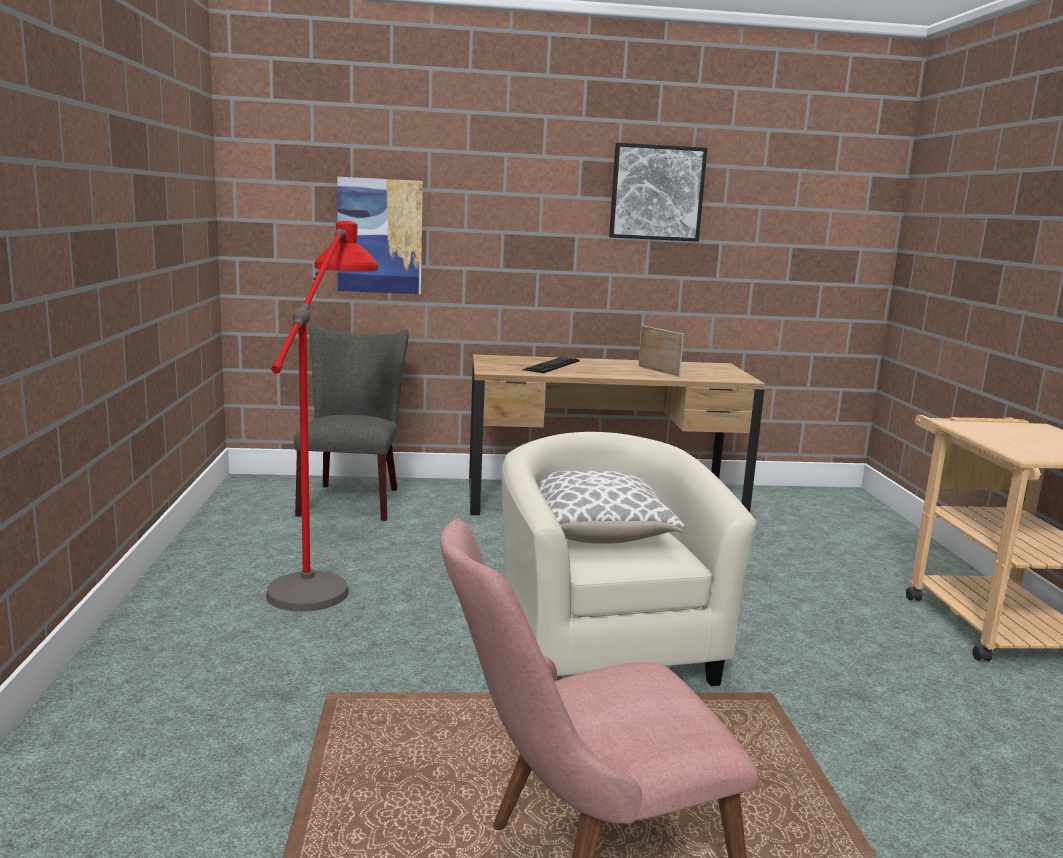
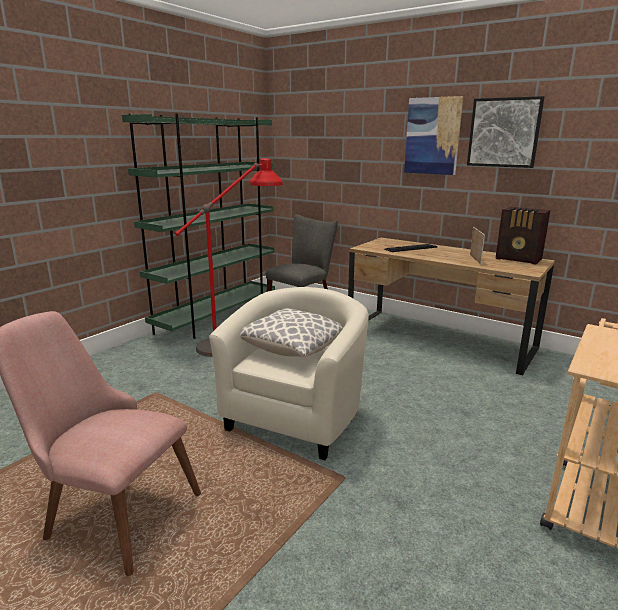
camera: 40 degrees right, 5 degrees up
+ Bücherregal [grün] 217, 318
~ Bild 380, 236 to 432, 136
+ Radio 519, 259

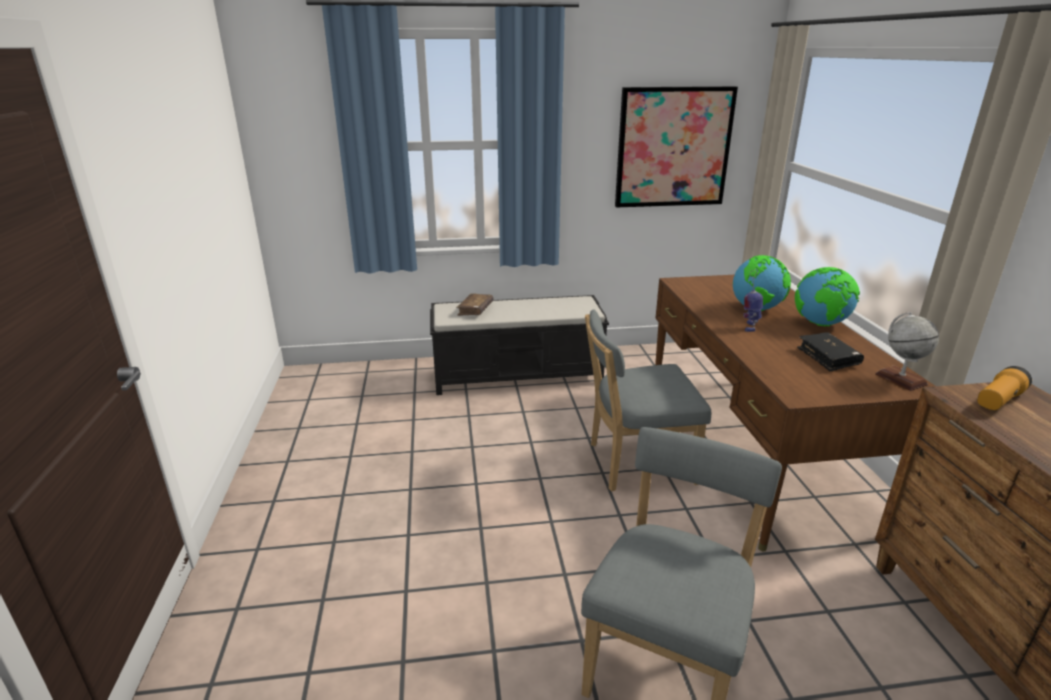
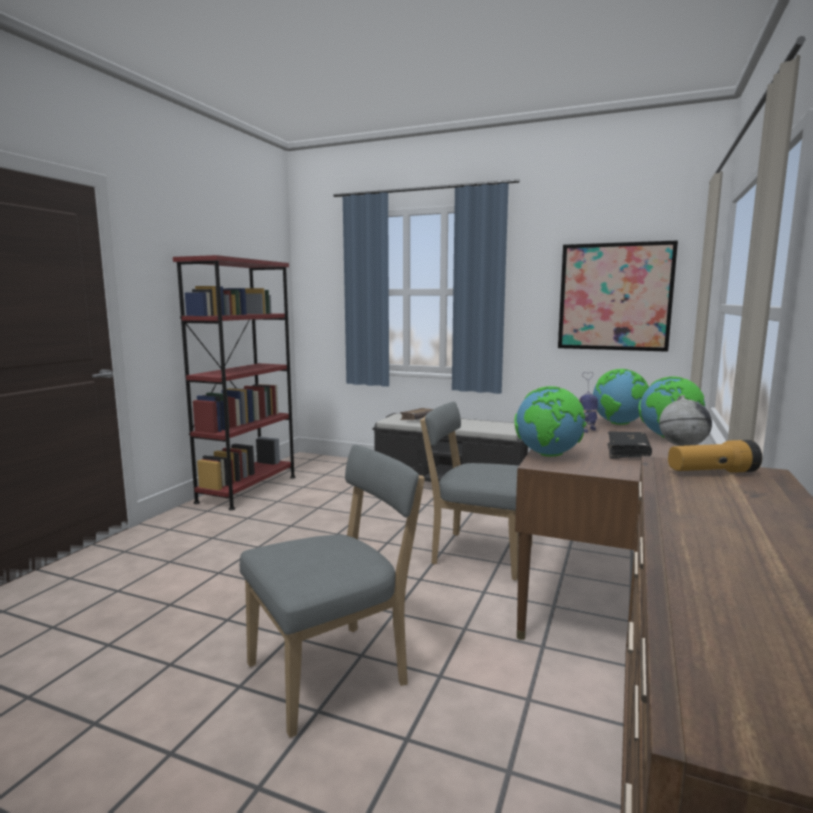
camera: 30 degrees right, 15 degrees down
+ Bücherregal [rot] 248, 489
+ Globus 548, 455

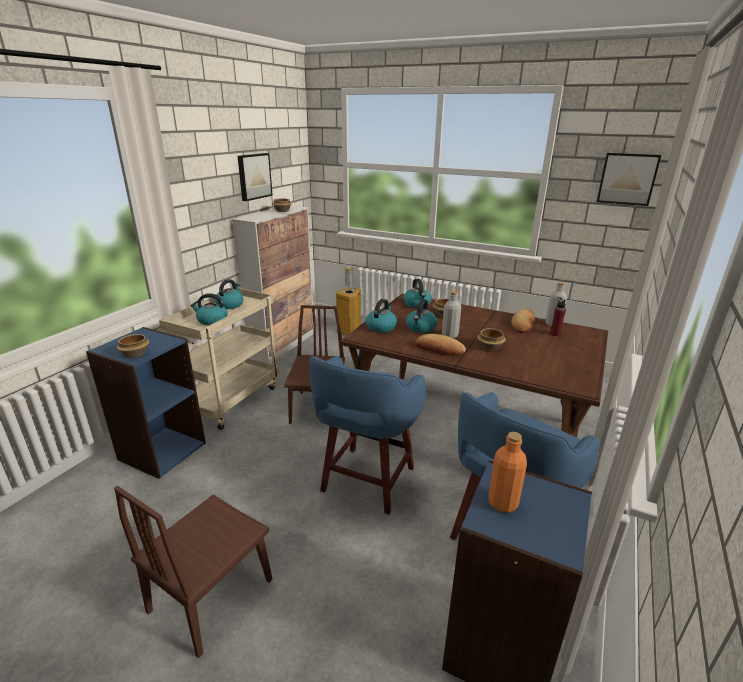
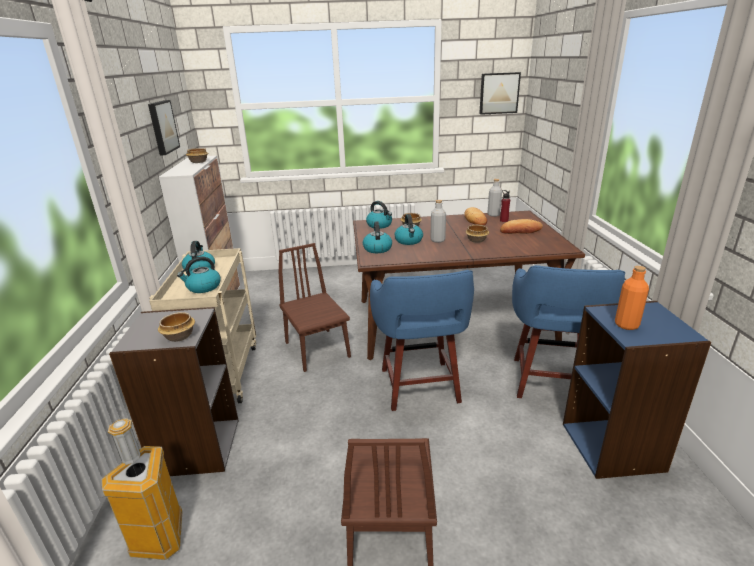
camera: 30 degrees left, 0 degrees up
~ Mülleimer 350, 331 to 161, 537
~ Bücherregal [blau] 162, 451 to Bücherregal [grau] 197, 447
~ Brot 439, 349 to 520, 231

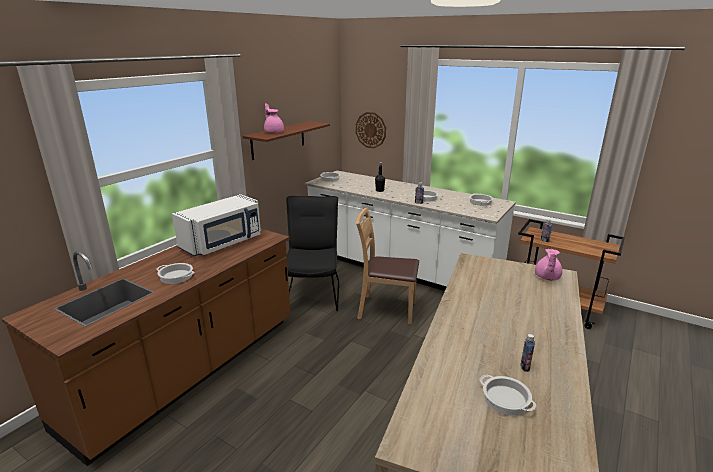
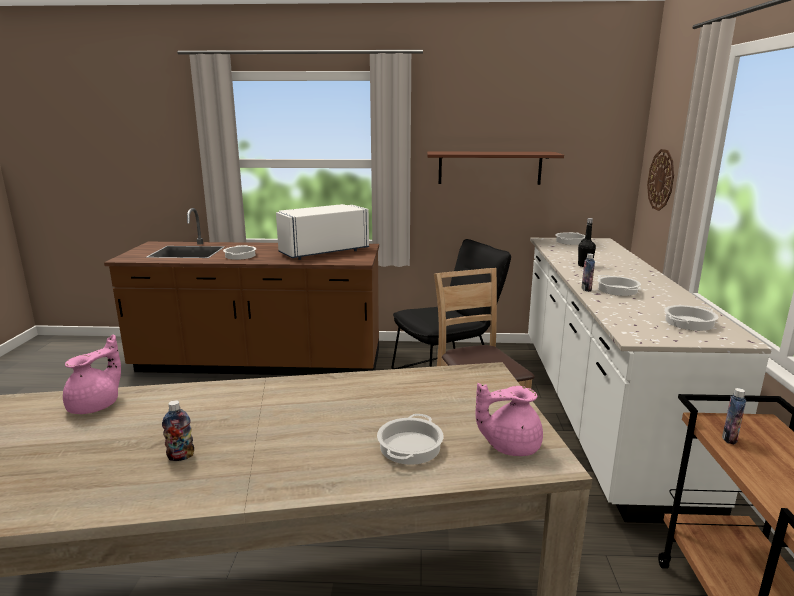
camera: 60 degrees right, 5 degrees down
~ Teekanne [rosa] 274, 132 to 96, 405
~ Mikrowelle [weiß] 223, 243 = 322, 251 135 degrees clockwise
~ Kochtopf 506, 399 to 410, 447

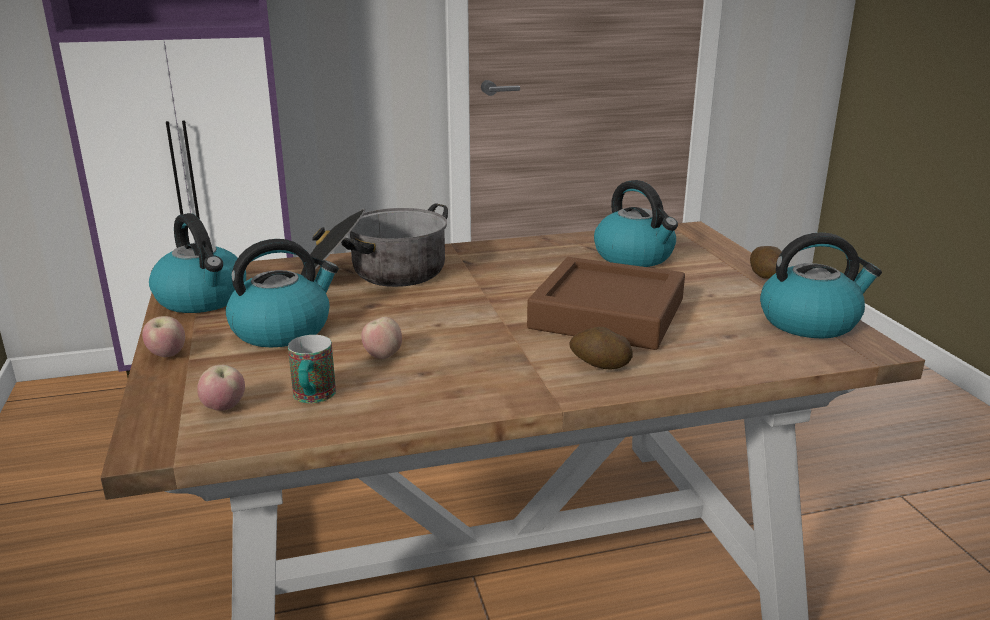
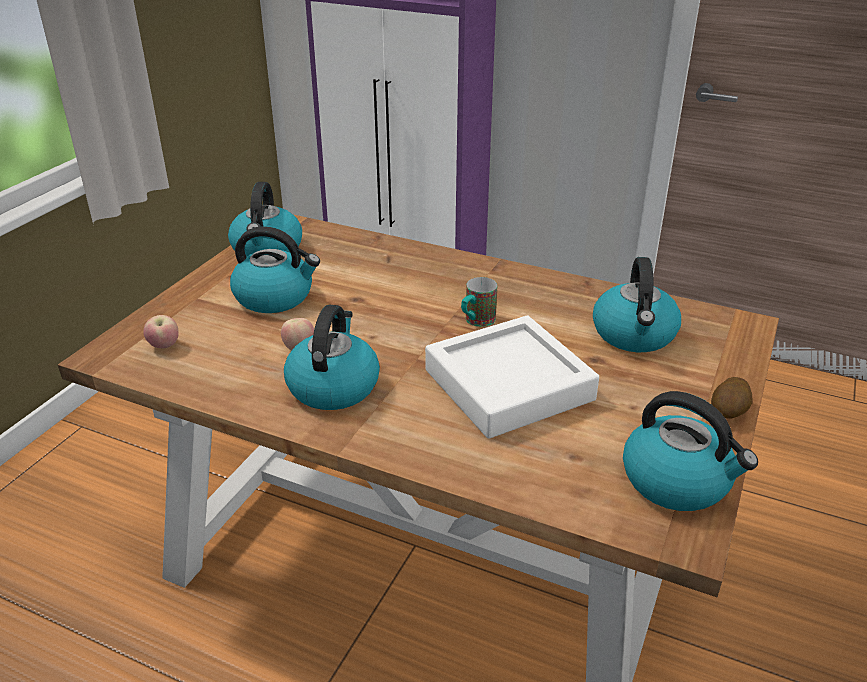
camera: 40 degrees right, 10 degrees up
+ Wasserkessel 333, 386
~ Tablett [braun] 607, 314 to Tablett [weiß] 508, 385
~ Henkelbecher 312, 398 to 476, 322
- Apfel 167, 355
- Kochtopf 376, 274
- Kartoffel 599, 365

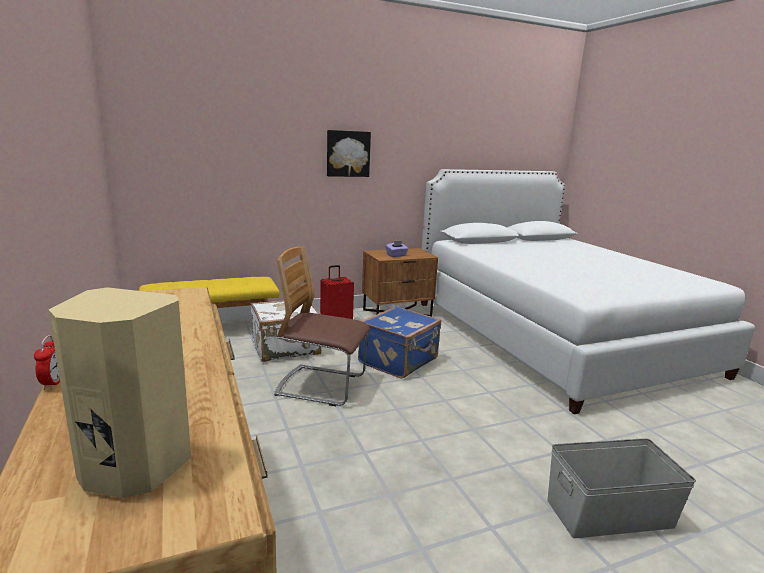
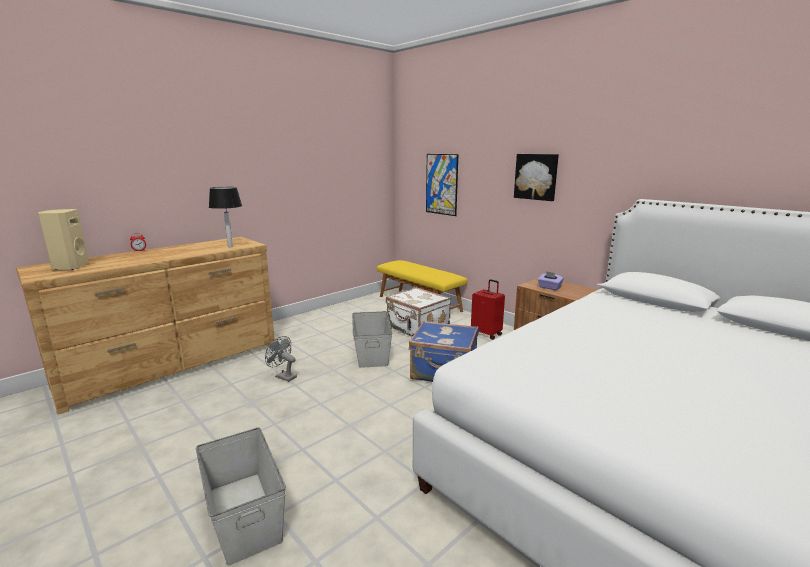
camera: 70 degrees right, 0 degrees up
+ Tischlampe 230, 246
+ Ventilator [grau] 283, 376
~ Stuhl 321, 386 to Aufbewahrungsbox [grau] 372, 352
+ Bild 441, 184

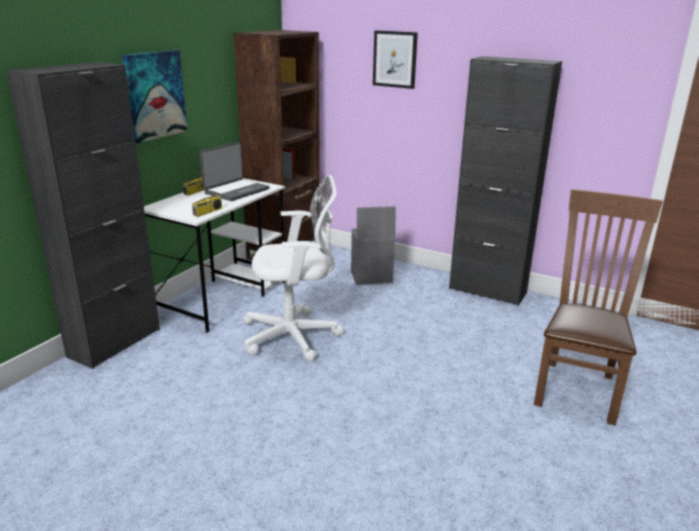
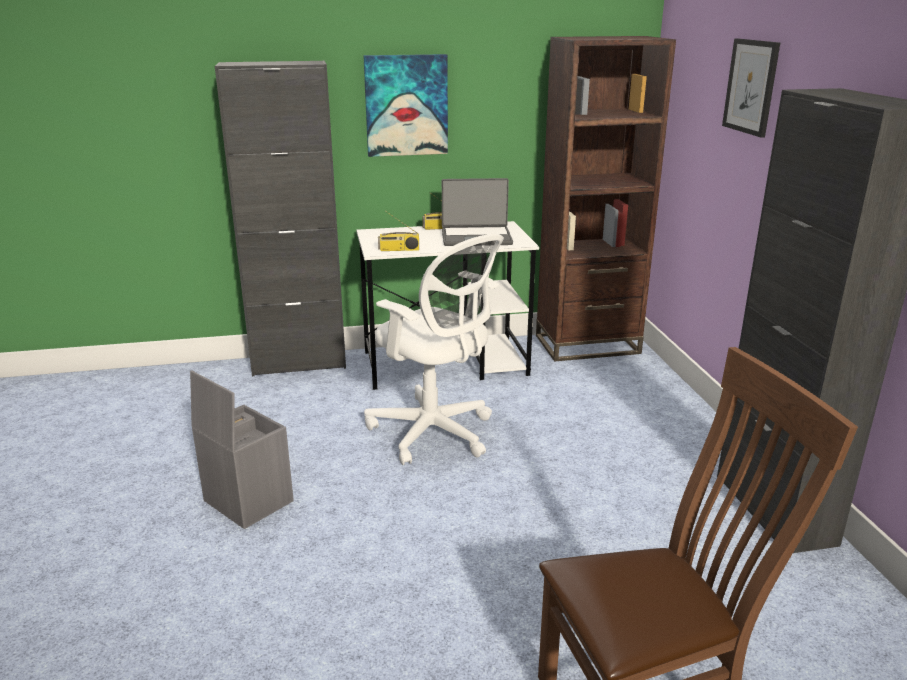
camera: 50 degrees right, 0 degrees up
~ Aufbewahrungsbox [grau] 370, 277 to 246, 501

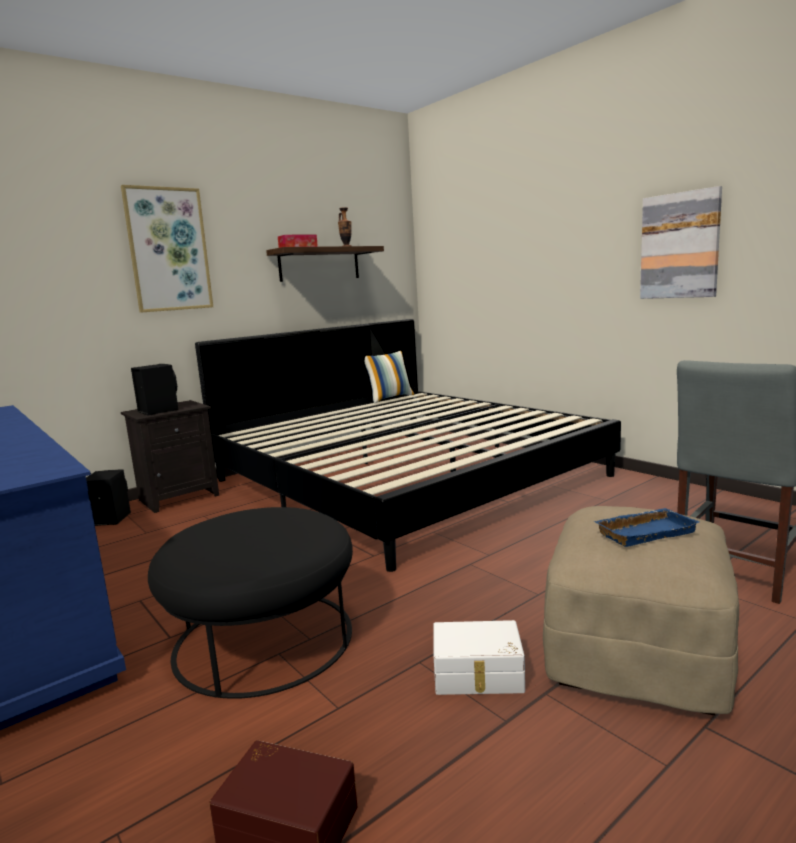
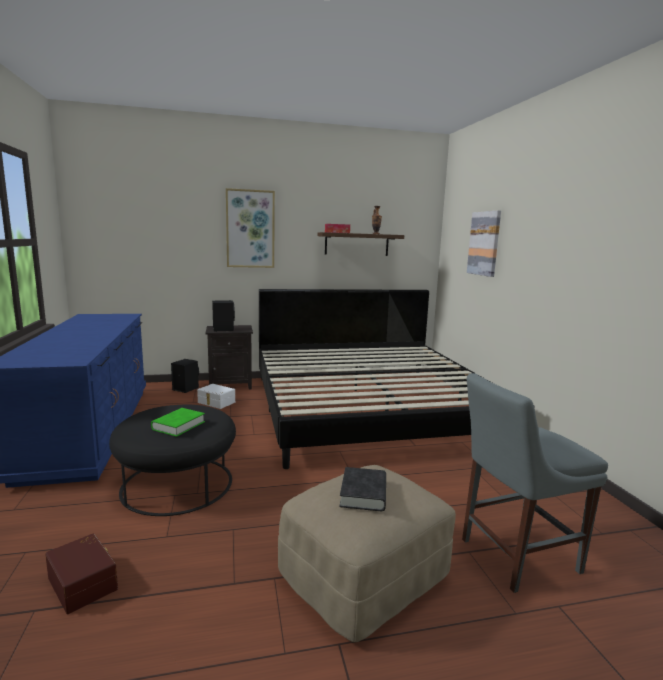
camera: 25 degrees right, 0 degrees up
+ Buch [grün] 178, 425
~ Aufbewahrungsbox [weiß] 478, 675 to 216, 402
~ Tablett [blau] 644, 531 to Buch [schwarz] 363, 494
~ Bild 680, 246 to 484, 243
- Kissen 389, 398

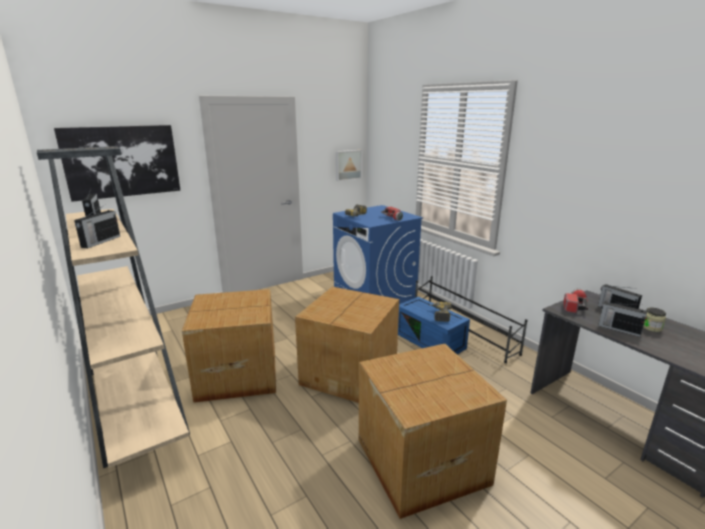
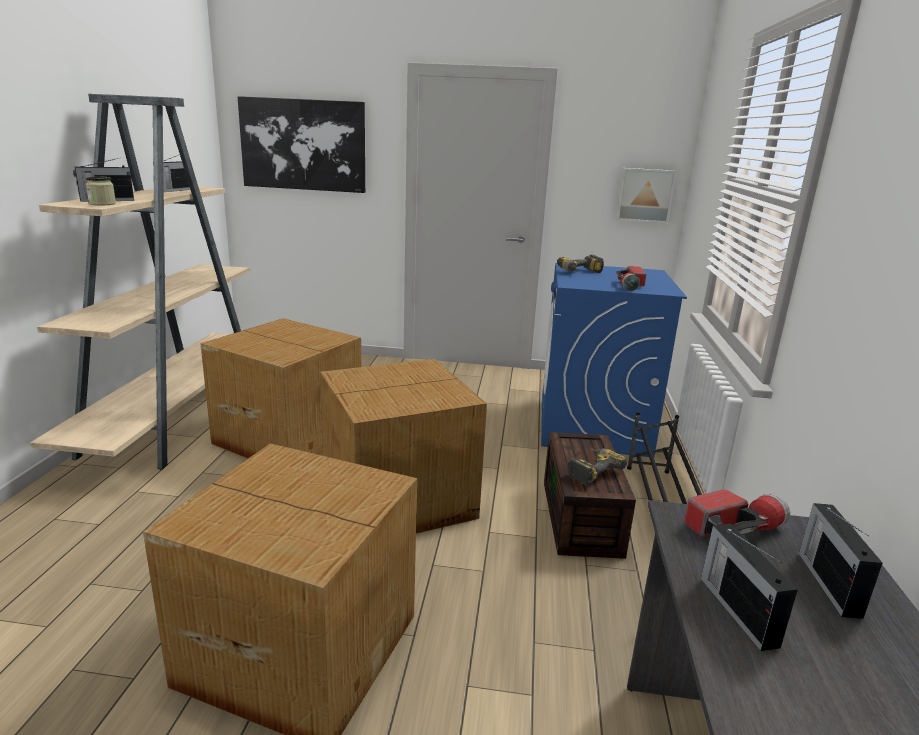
camera: 40 degrees right, 0 degrees up
~ Vorratsglas 651, 327 to 102, 204
~ Aufbewahrungsbox [blau] 431, 341 to Aufbewahrungsbox [braun] 583, 518

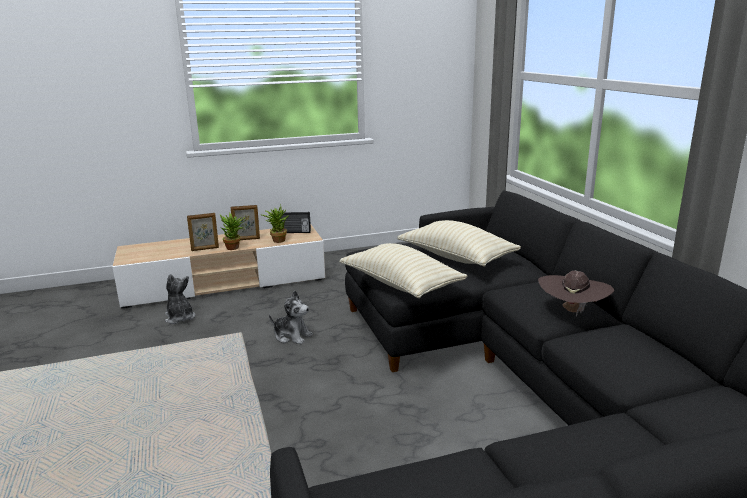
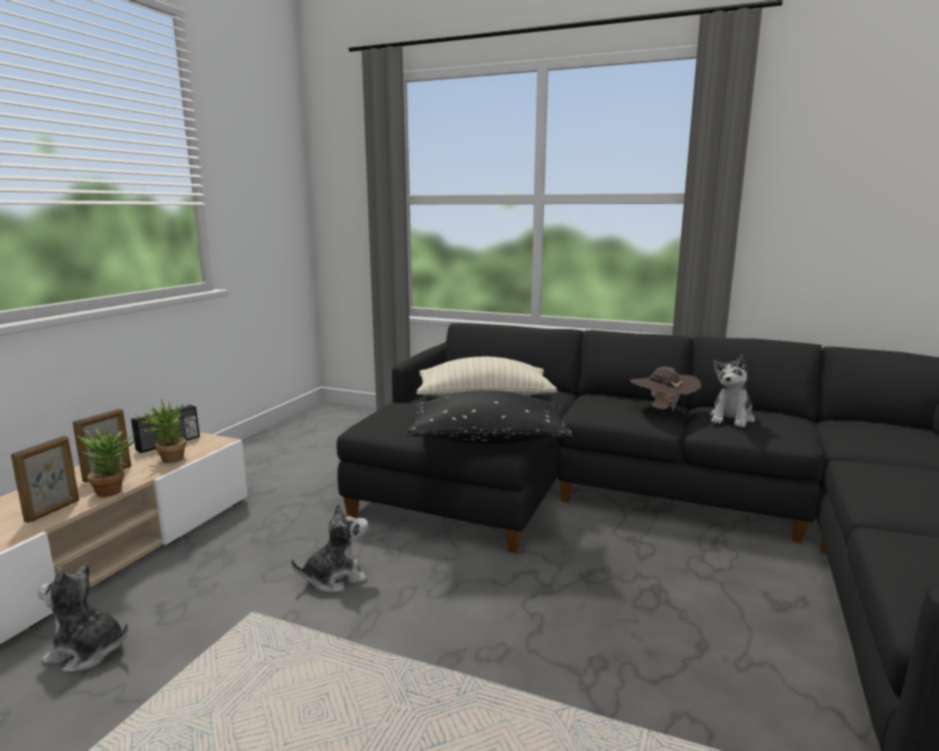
camera: 50 degrees left, 5 degrees down
~ Kissen [beige] 401, 285 to Kissen [schwarz] 488, 440
+ Plüschtier 731, 418

